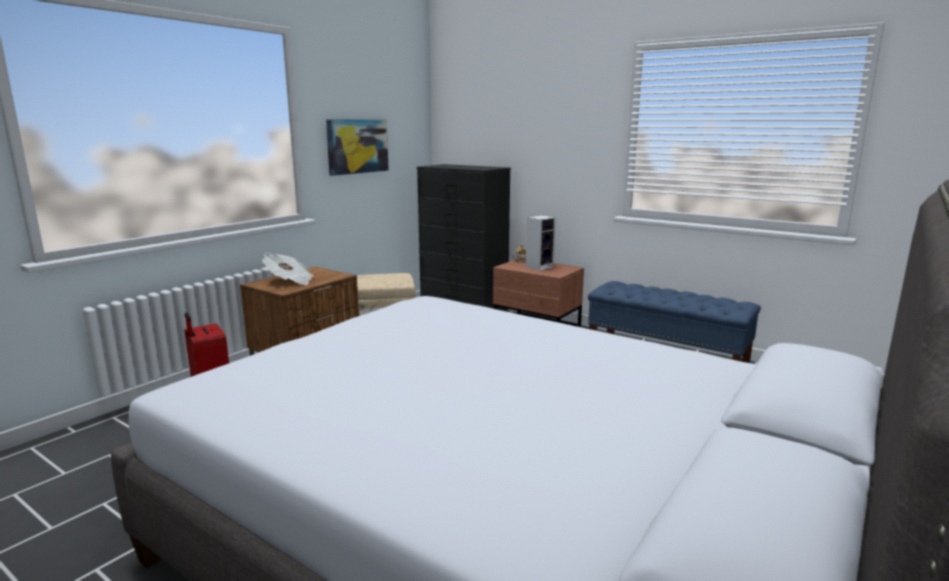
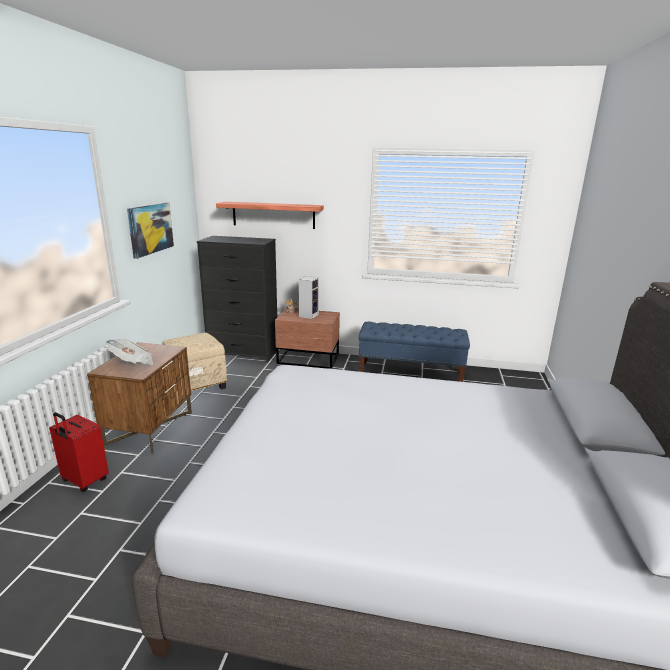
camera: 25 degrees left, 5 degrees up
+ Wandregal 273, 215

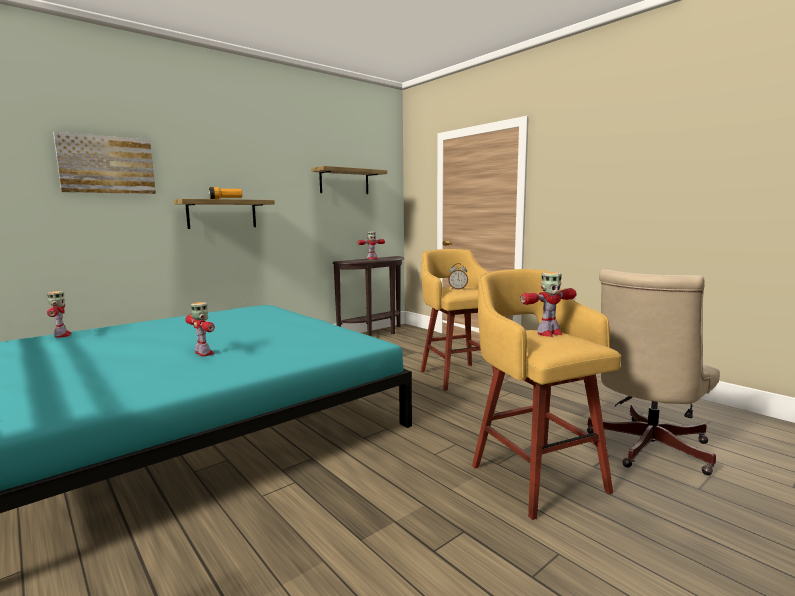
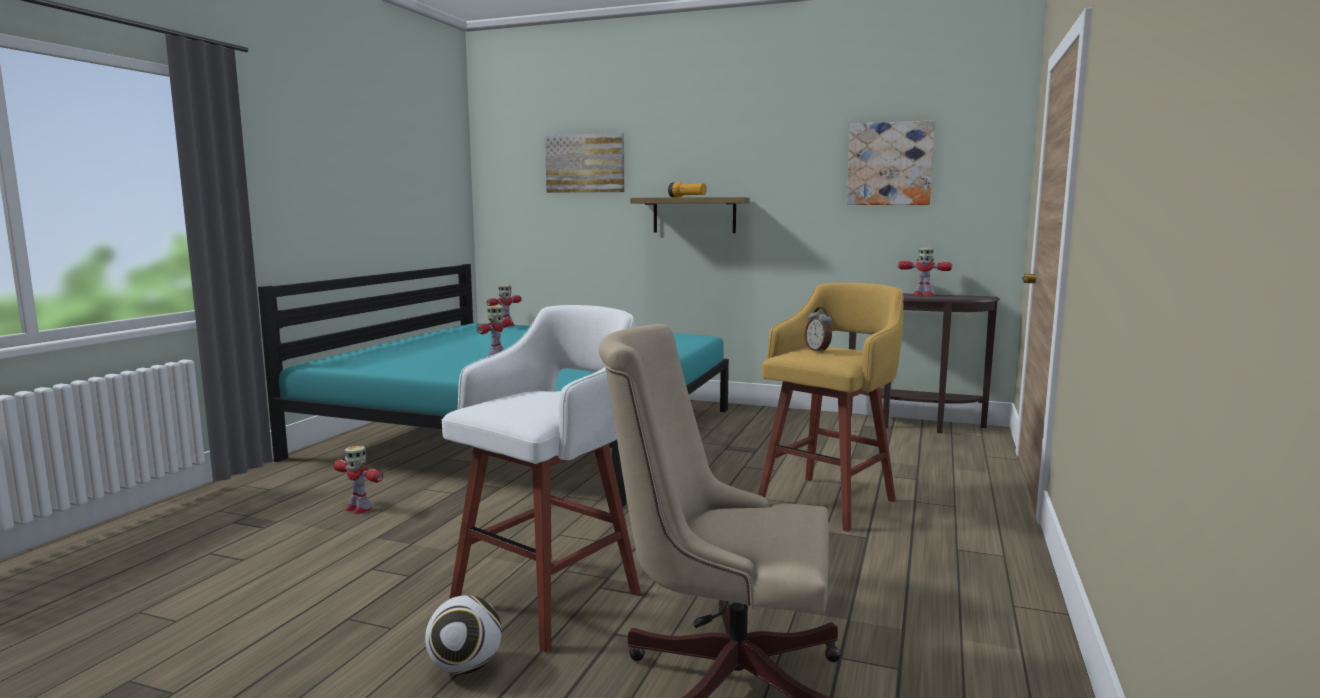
camera: 60 degrees right, 0 degrees up
~ Spielzeugroboter 548, 333 to 358, 509
+ Fußball 465, 667
~ Hocker [gelb] 535, 476 to Hocker [weiß] 551, 597
~ Wandregal 344, 181 to Bild 889, 164

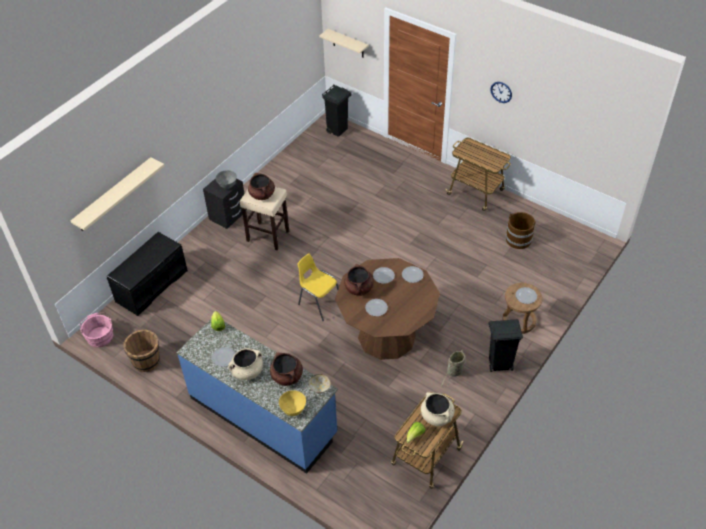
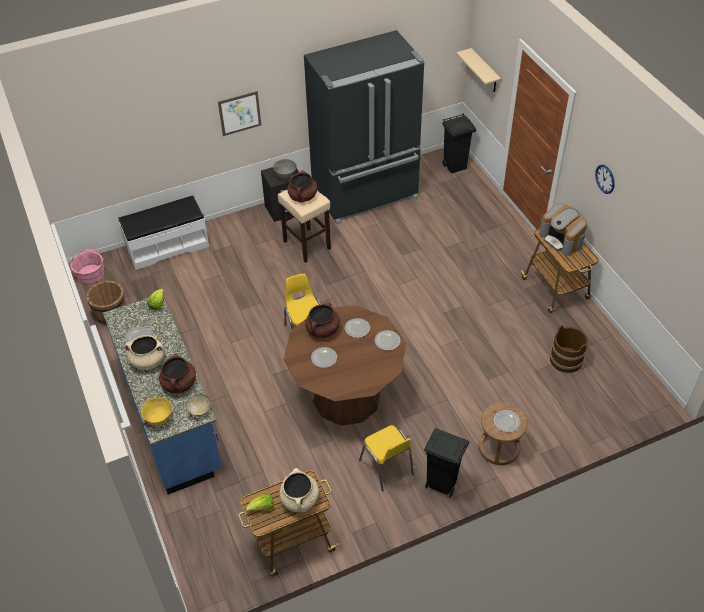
camera: 30 degrees right, 0 degrees up
~ Bank [schwarz] 151, 285 to Bank [weiß] 167, 247
+ Bild 239, 113
+ Kühlschrank [schwarz] 366, 194
~ Korb 454, 372 to Stuhl [gelb] 387, 468
+ Kaffeemaschine 562, 239
- Wandregal [beige] 114, 195

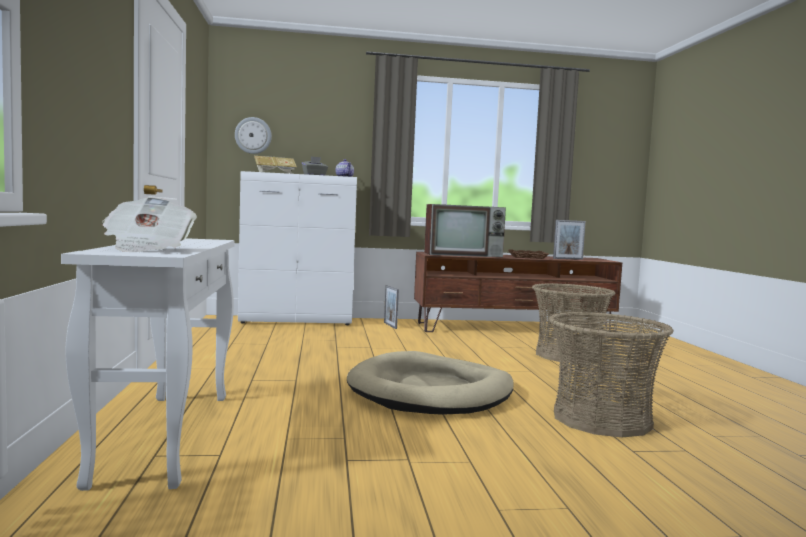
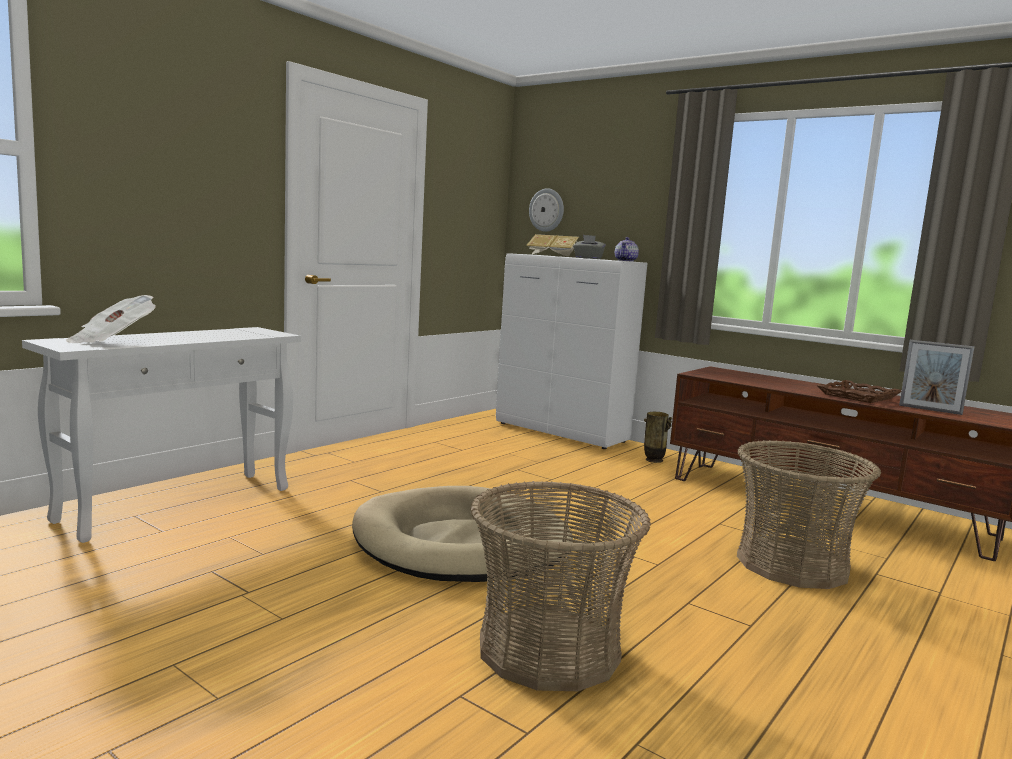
camera: 45 degrees right, 5 degrees up
~ Bilderrahmen 390, 325 to Vase 654, 460
- Fernseher 464, 255

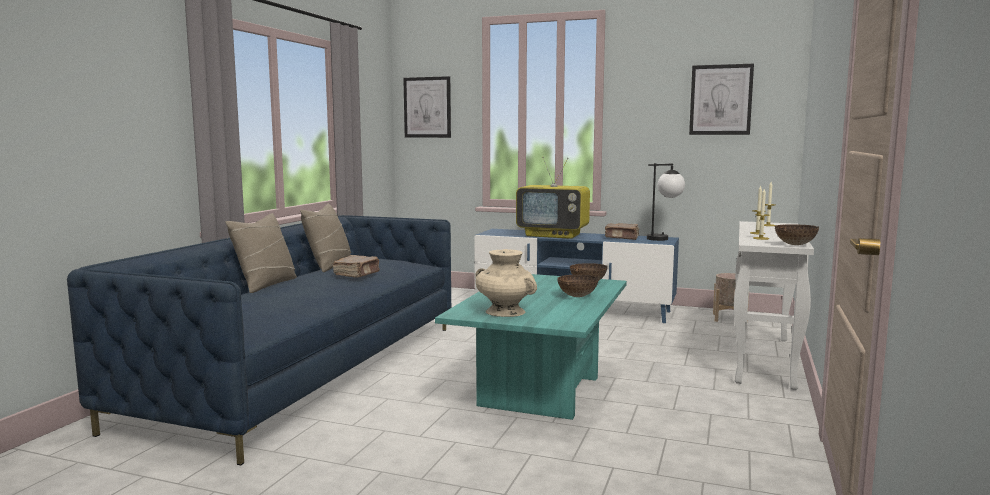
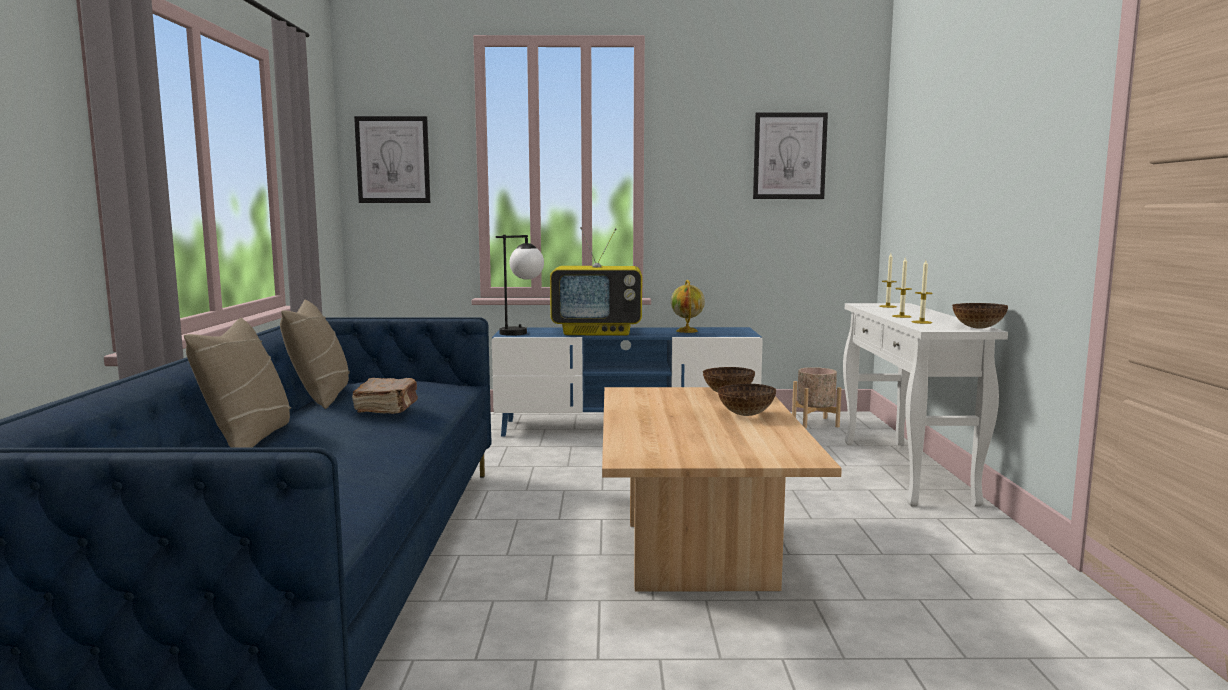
camera: 20 degrees left, 0 degrees up
~ Tischlampe 664, 238 to 521, 332
~ Couchtisch [türkis] 540, 391 to Couchtisch [beige] 698, 553
~ Buch [braun] 622, 238 to Globus 687, 331
- Vase [beige] 505, 312

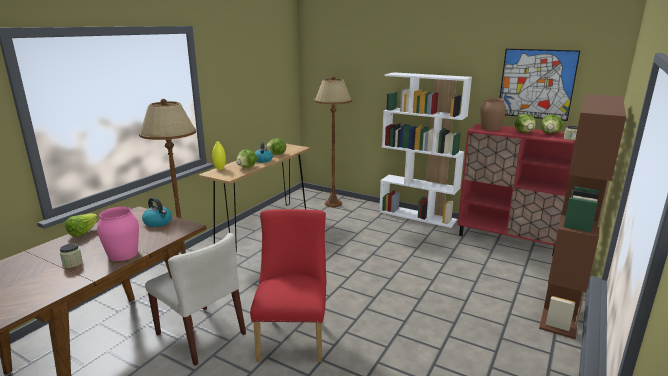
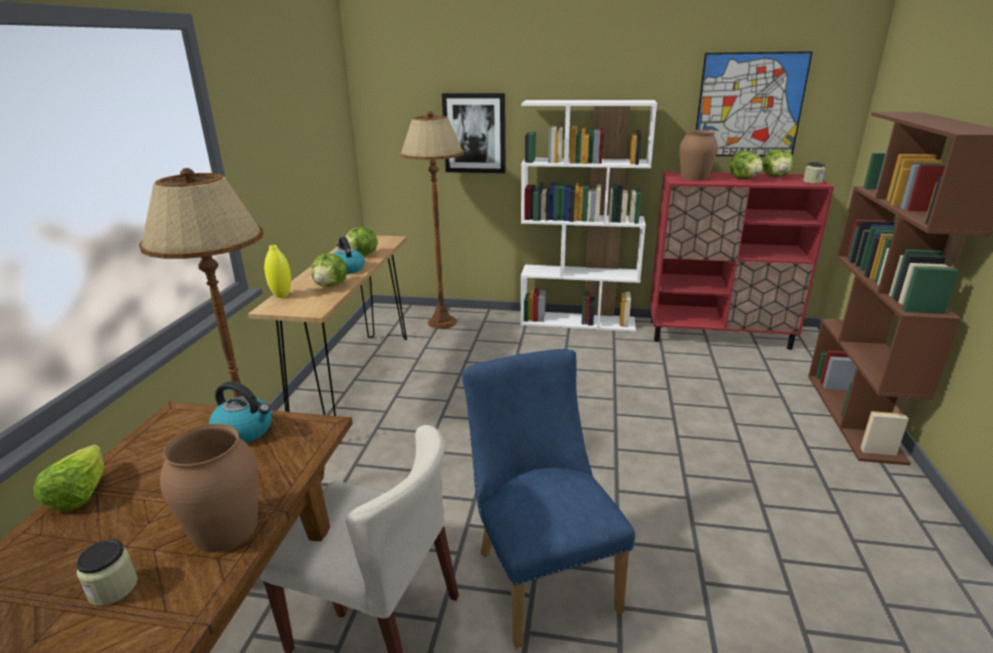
camera: 20 degrees left, 5 degrees up
~ Vase [rosa] 123, 254 to Vase [braun] 226, 528
+ Bild 474, 133
~ Stuhl [rot] 293, 335 to Stuhl [blau] 541, 573

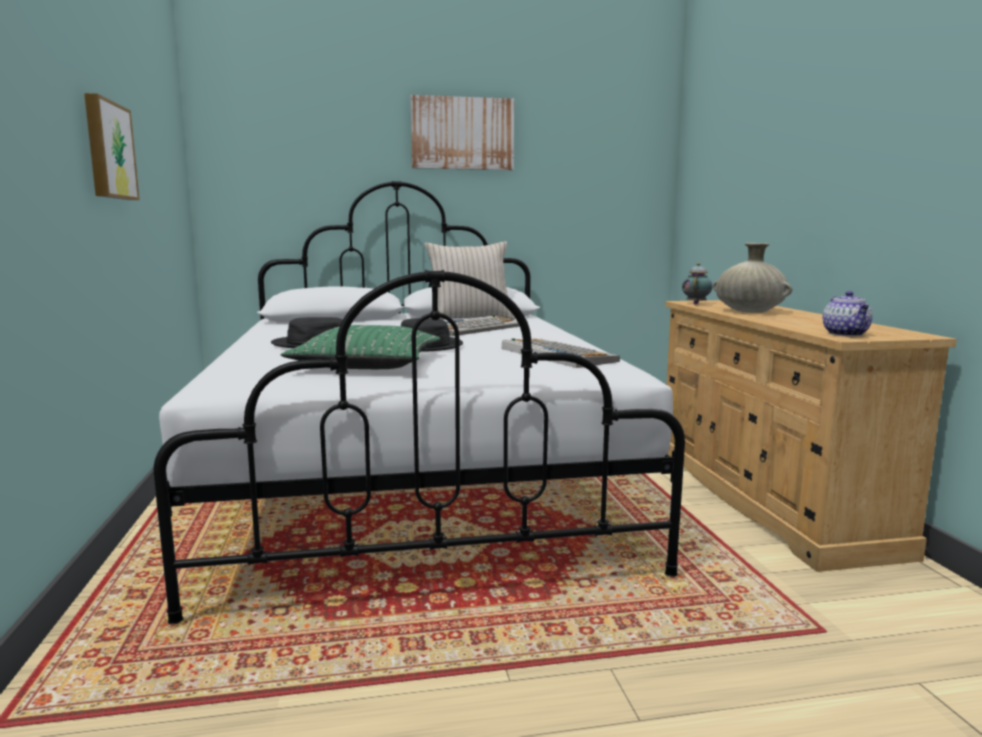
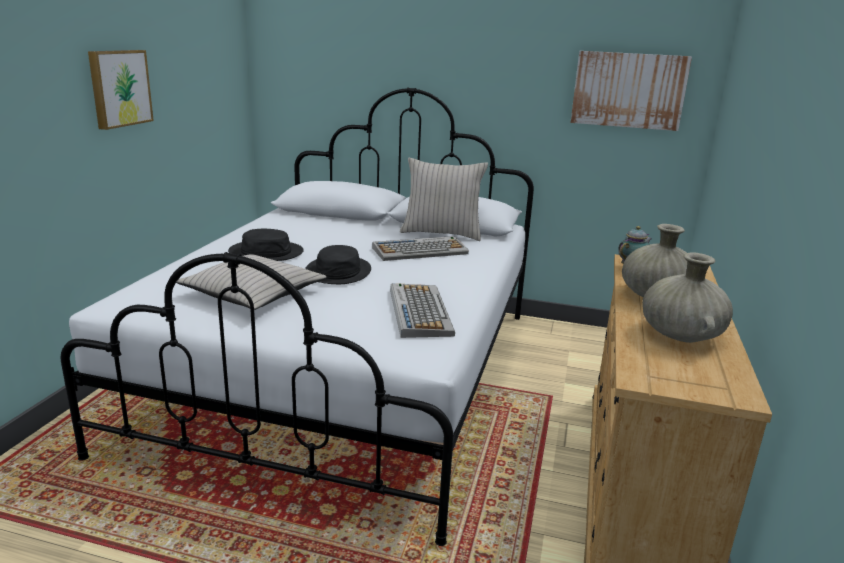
camera: 25 degrees right, 10 degrees up
~ Kissen [grün] 367, 365 to Kissen [beige] 253, 294
~ Bild 462, 133 to 628, 90
+ Vase [beige] 681, 335
- Teekanne 846, 334

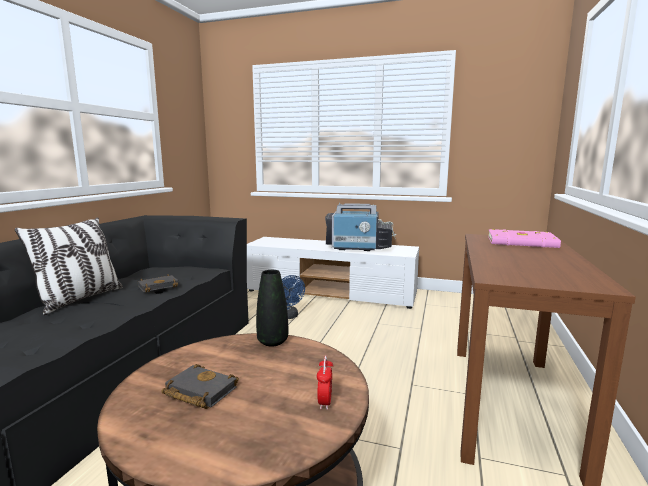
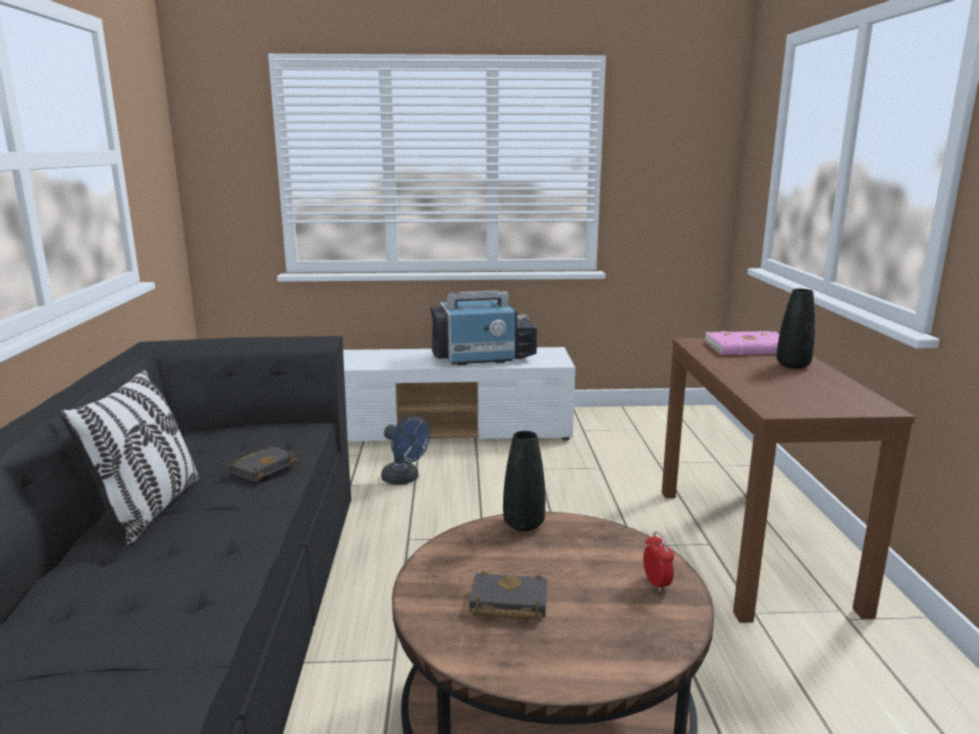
camera: 20 degrees left, 5 degrees up
+ Vase [schwarz] 793, 365

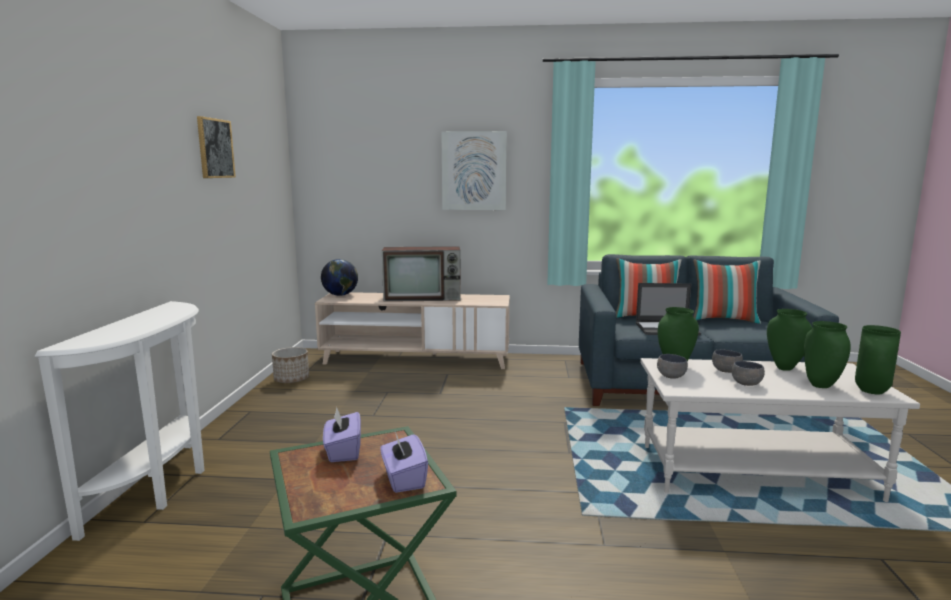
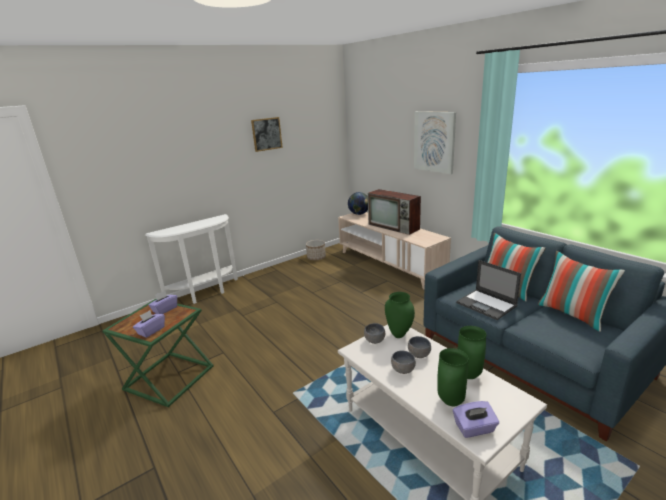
camera: 50 degrees right, 10 degrees up
~ Vase [grün] 870, 391 to Taschentuchbox [lila] 474, 428

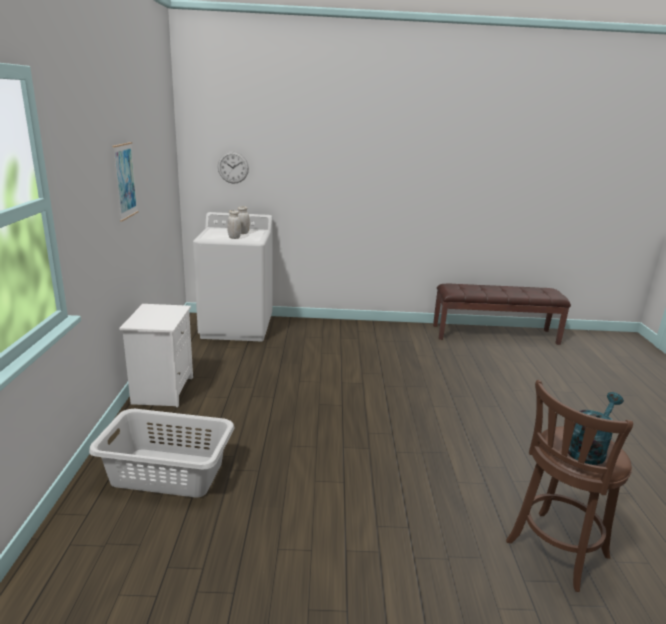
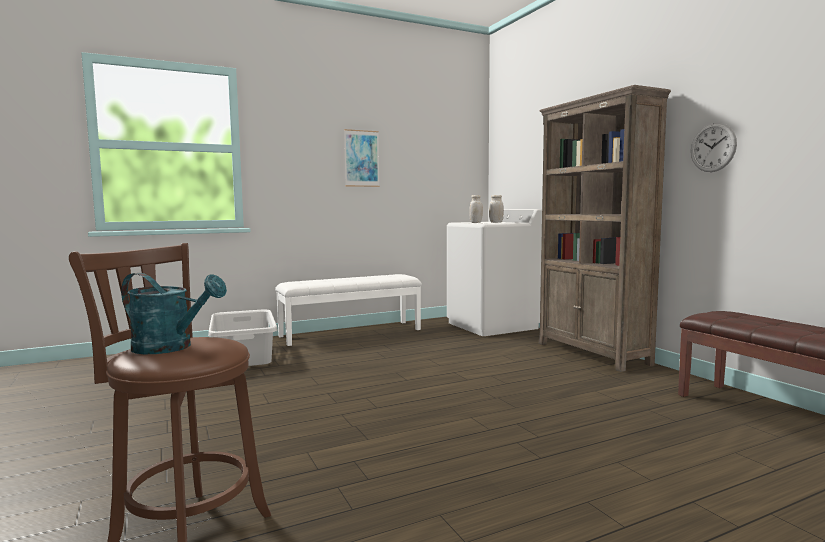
camera: 65 degrees right, 15 degrees down
~ Nachttisch [weiß] 162, 390 to Bank [weiß] 351, 333
+ Bücherregal [braun] 592, 353
~ Wanduhr 233, 167 to 713, 147

